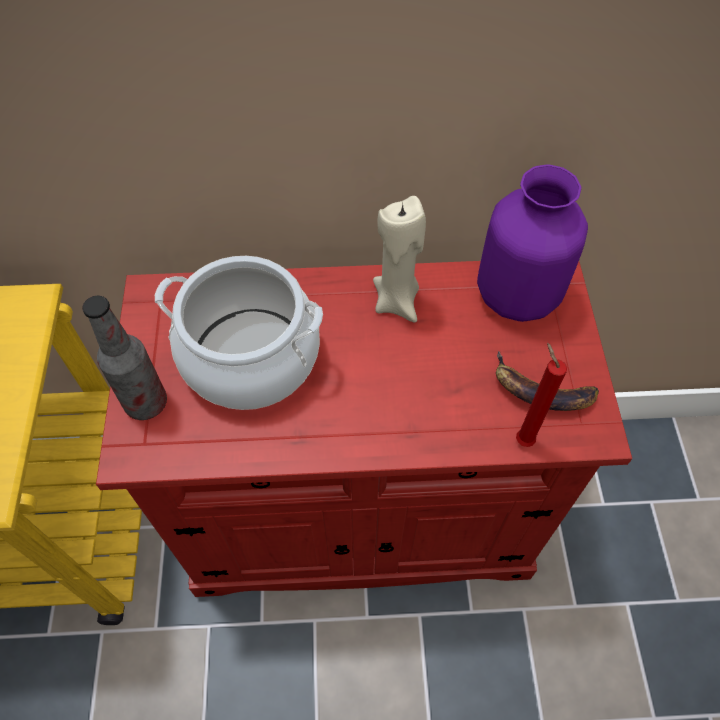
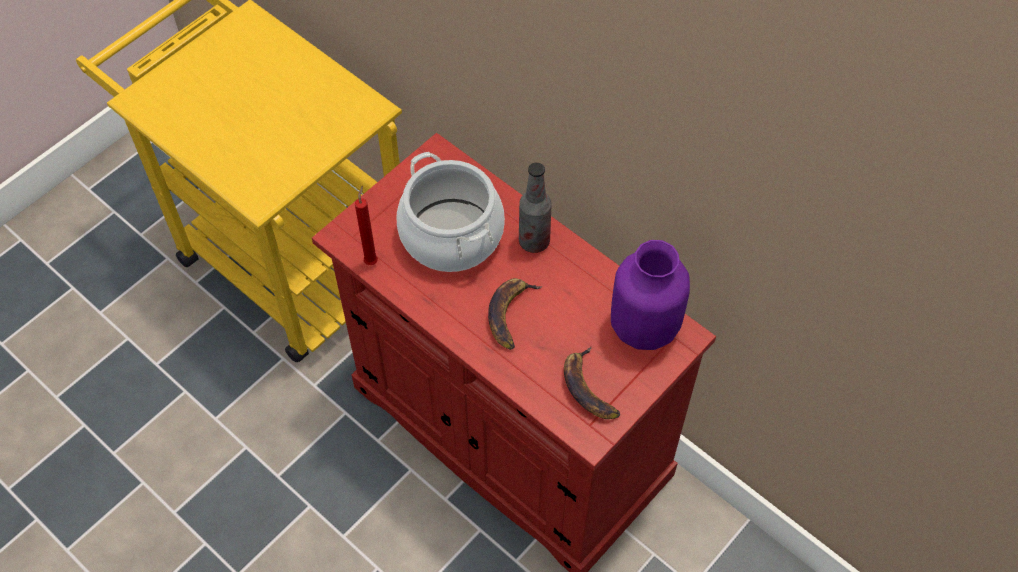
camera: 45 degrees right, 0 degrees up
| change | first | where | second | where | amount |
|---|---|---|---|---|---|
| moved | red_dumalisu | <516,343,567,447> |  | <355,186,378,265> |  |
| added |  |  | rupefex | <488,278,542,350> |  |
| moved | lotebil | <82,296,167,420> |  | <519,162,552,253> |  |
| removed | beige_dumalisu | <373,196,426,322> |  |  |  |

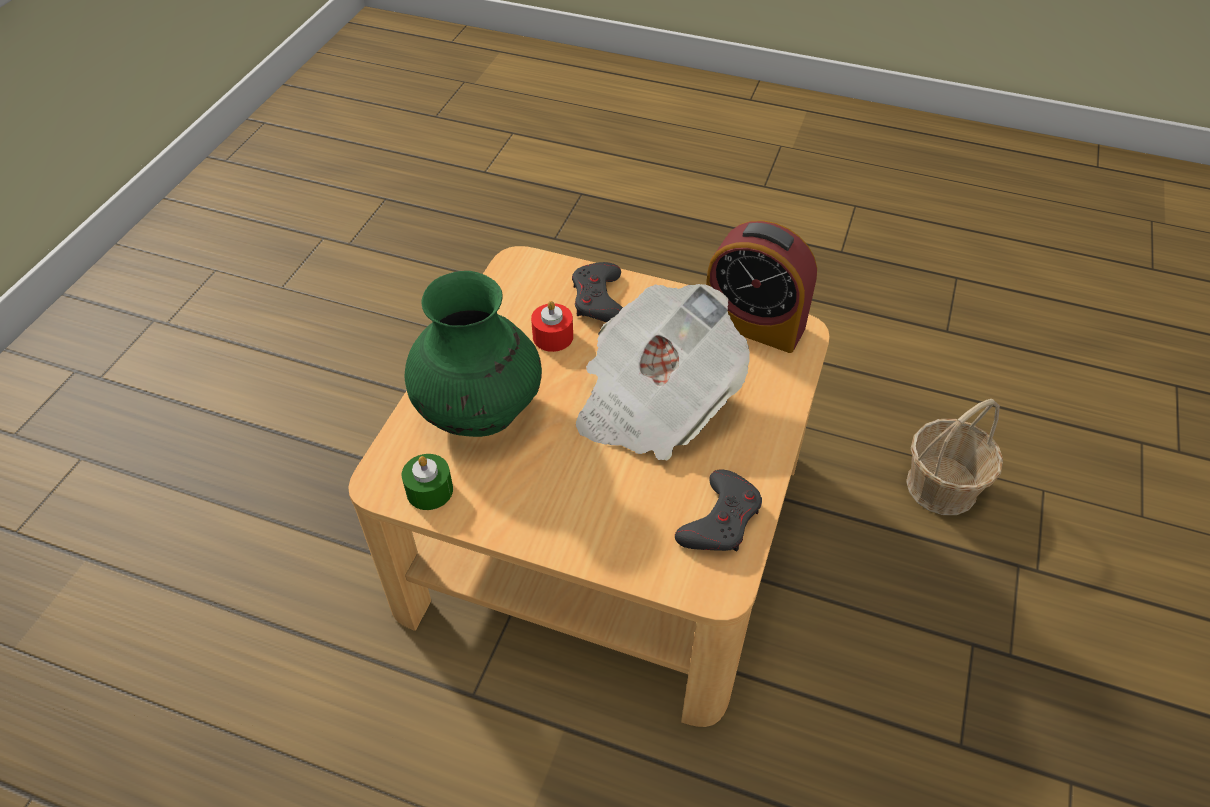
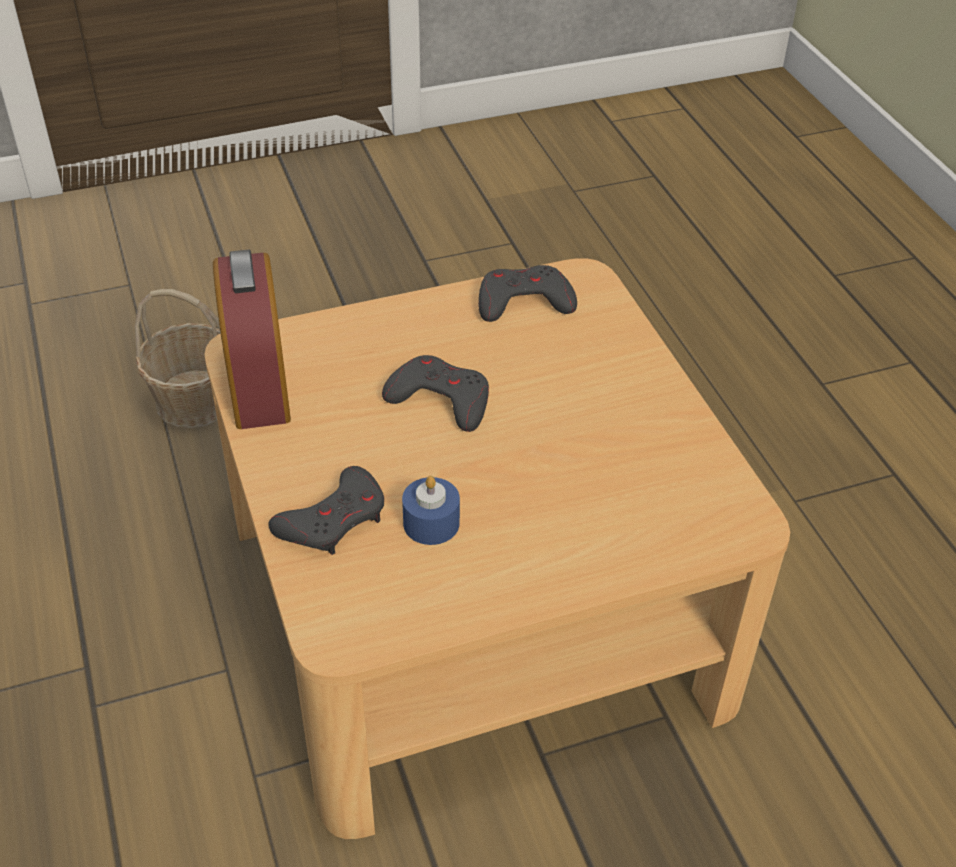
camera: 130 degrees left, 5 degrees down
| change | first | where | second | where | amount |
|---|---|---|---|---|---|
| replaced | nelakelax | <575,284,750,461> | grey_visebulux | <382,355,489,432> |  |
| recoloured | red_dumalisu | <531,301,573,352> | blue_dumalisu | <402,476,460,545> |  |
| removed | green_dumalisu | <402,454,453,510> |  |  |  |
| removed | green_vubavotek | <405,271,542,437> |  |  |  |

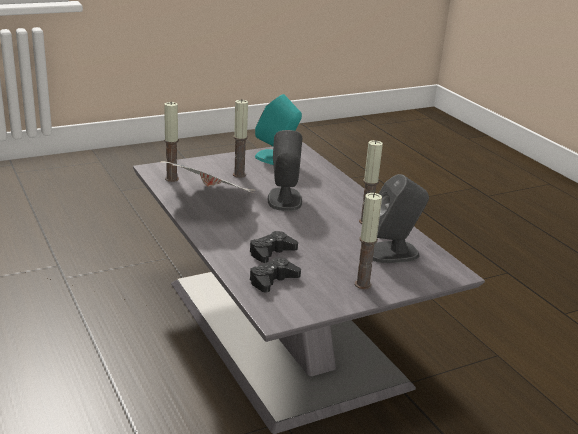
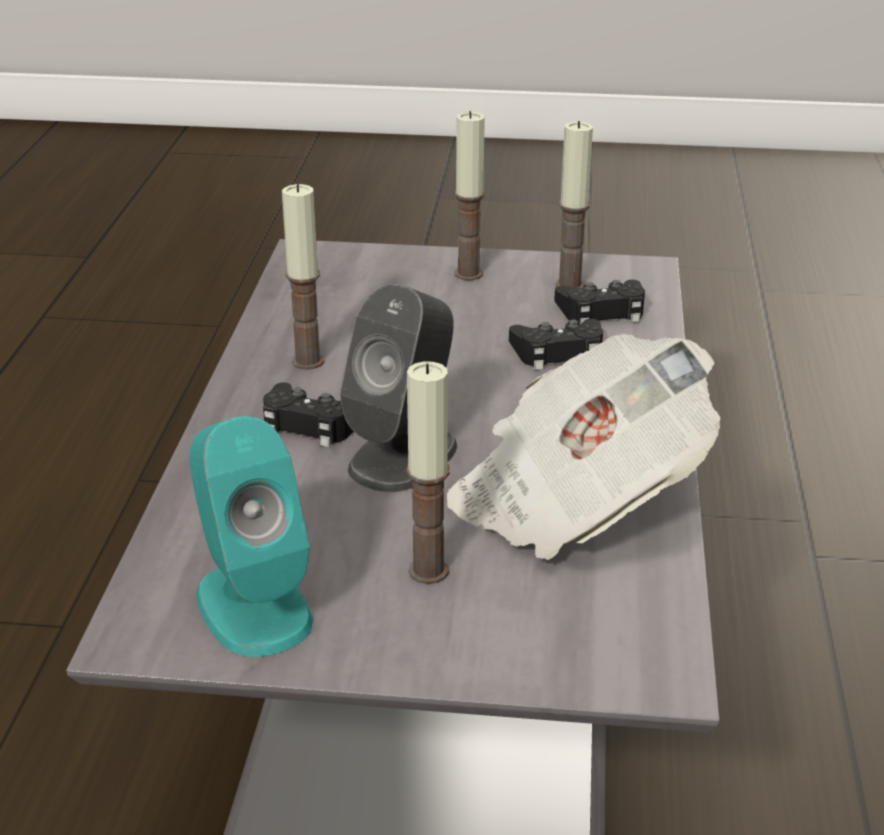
camera: 145 degrees left, 5 degrees up
| change | first | where | second | where | amount |
|---|---|---|---|---|---|
| added |  |  | black_visebulux | <263,382,353,448> |  |
| moved | dumalisu | <164,101,179,182> |  | <555,121,593,288> |  |
| removed | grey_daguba | <373,174,429,263> |  |  |  |

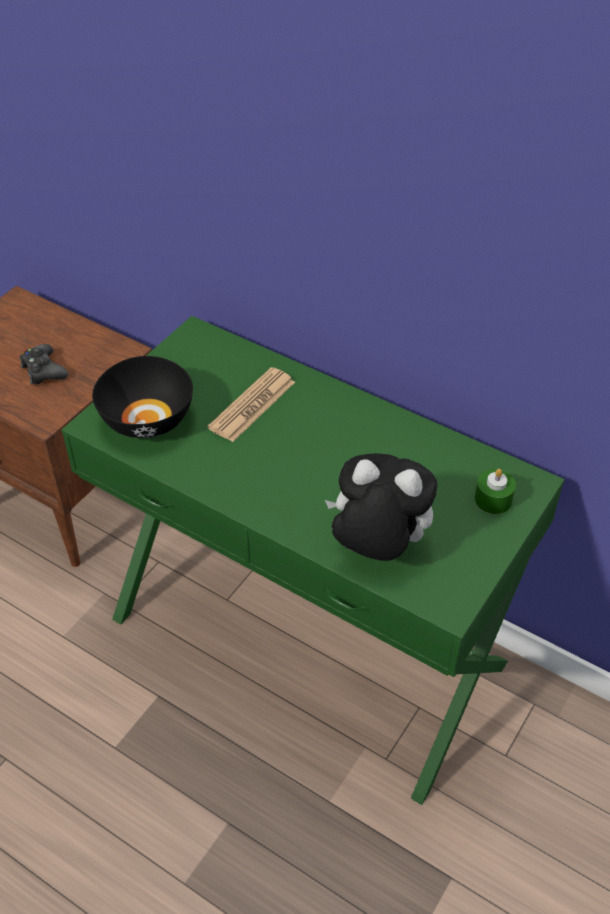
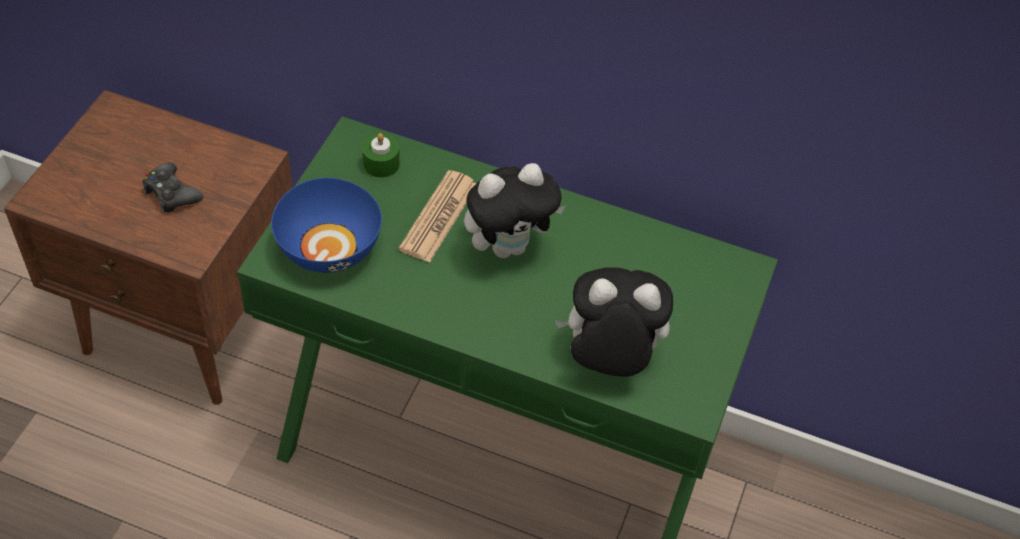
camera: 15 degrees left, 5 degrees up
| change | first | where | second | where | amount |
|---|---|---|---|---|---|
| recoloured | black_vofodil | <92,356,193,438> | blue_vofodil | <271,178,382,273> |  |
| moved | green_dumalisu | <474,469,516,514> |  | <362,133,400,178> |  |
| added |  |  | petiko | <464,163,566,258> |  |

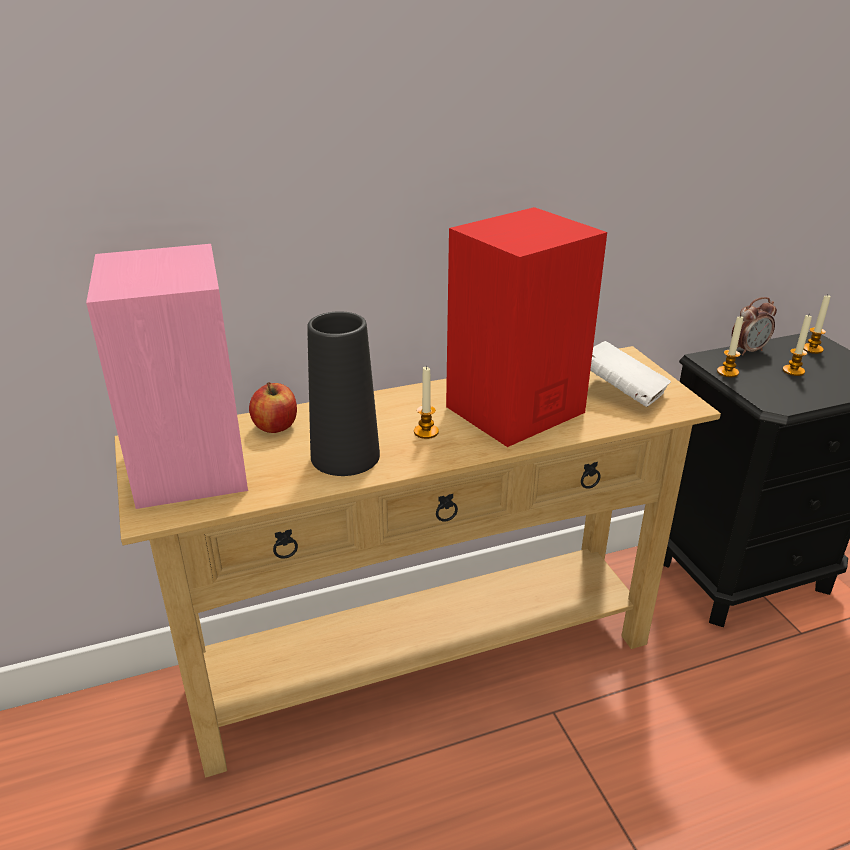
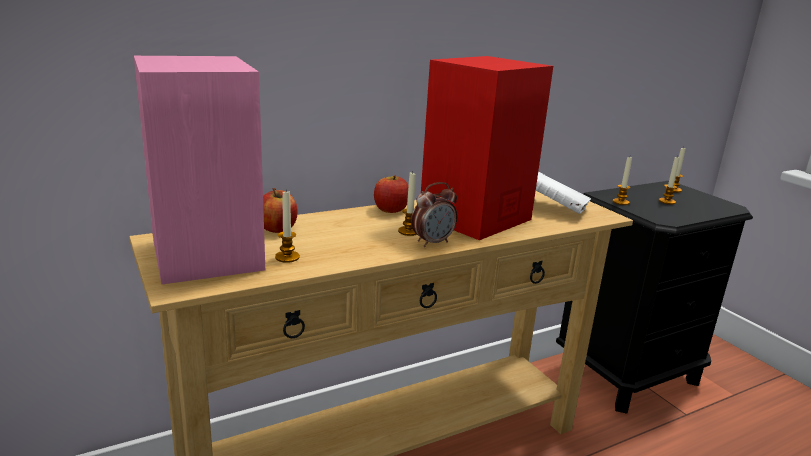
camera: 10 degrees left, 10 degrees down
| change | first | where | second | where | amount |
|---|---|---|---|---|---|
| added |  |  | dumalisu | <275,191,300,263> |  |
| added |  |  | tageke | <374,175,409,213> |  |
| moved | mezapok | <732,297,777,355> |  | <411,182,457,247> |  |
| removed | black_vubavotek | <307,311,380,476> |  |  |  |

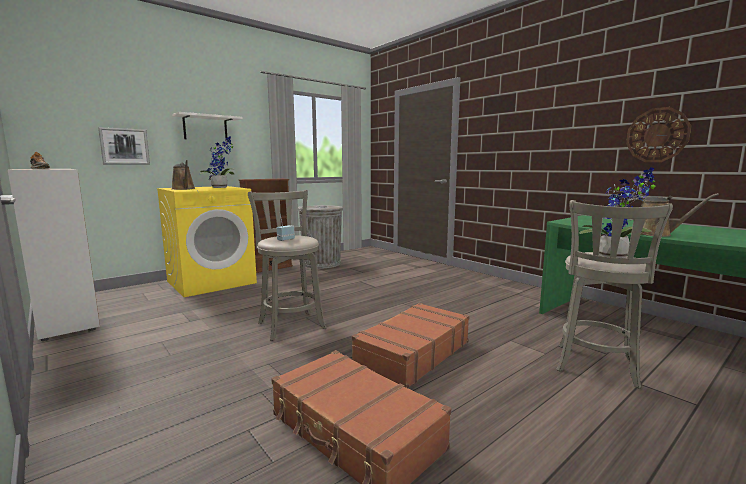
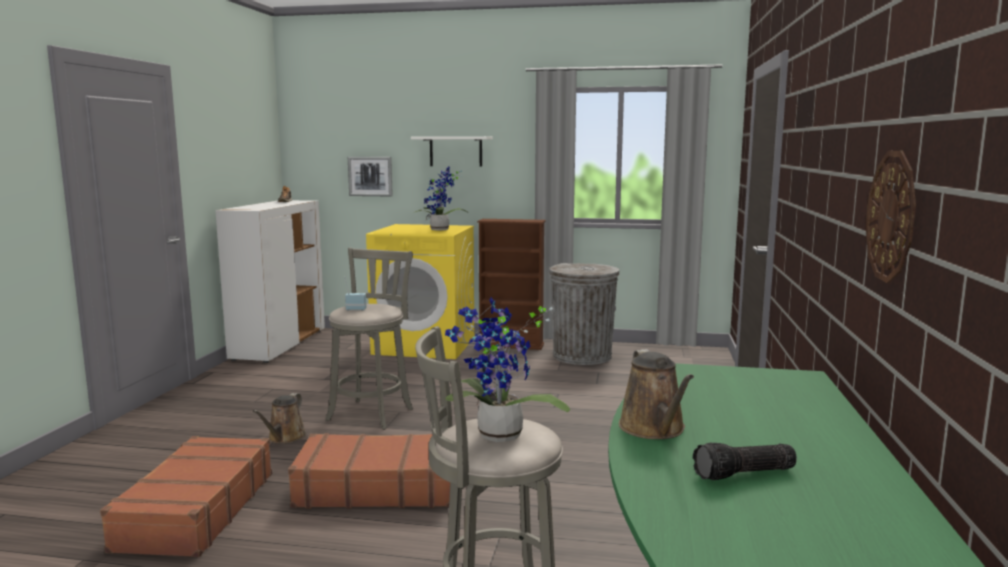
camera: 50 degrees right, 0 degrees up
| change | first | where | second | where | amount |
|---|---|---|---|---|---|
| moved | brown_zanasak | <172,160,195,190> |  | <253,393,306,444> |  |
| added |  |  | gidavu | <693,443,797,480> |  |

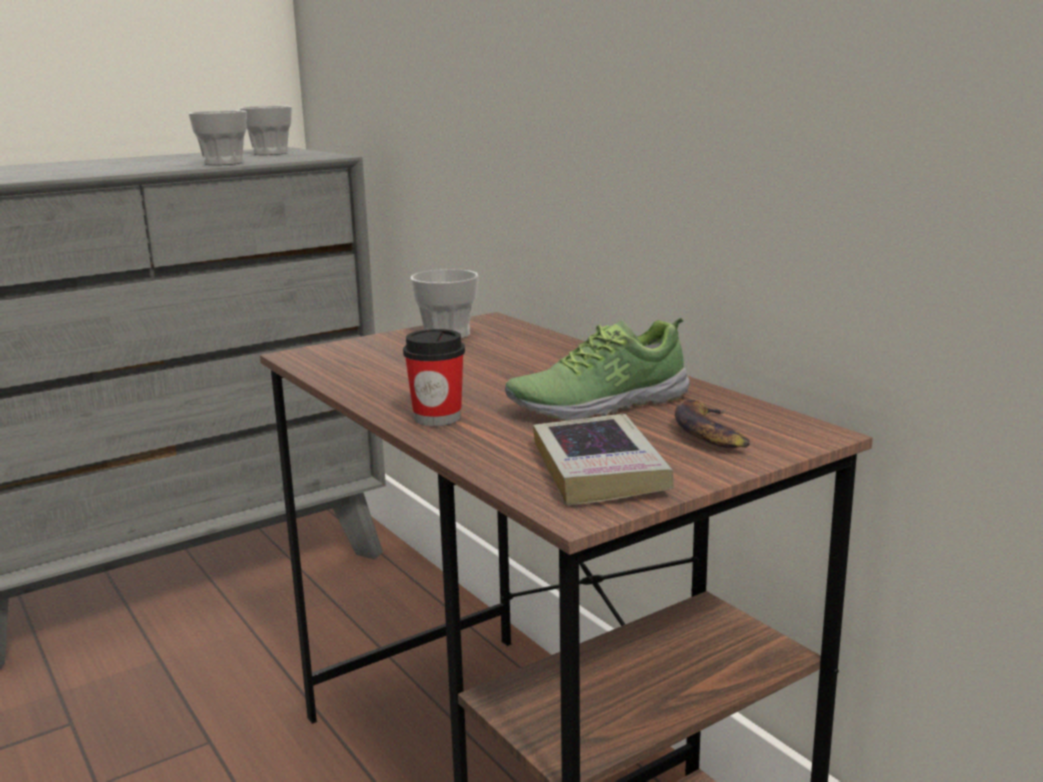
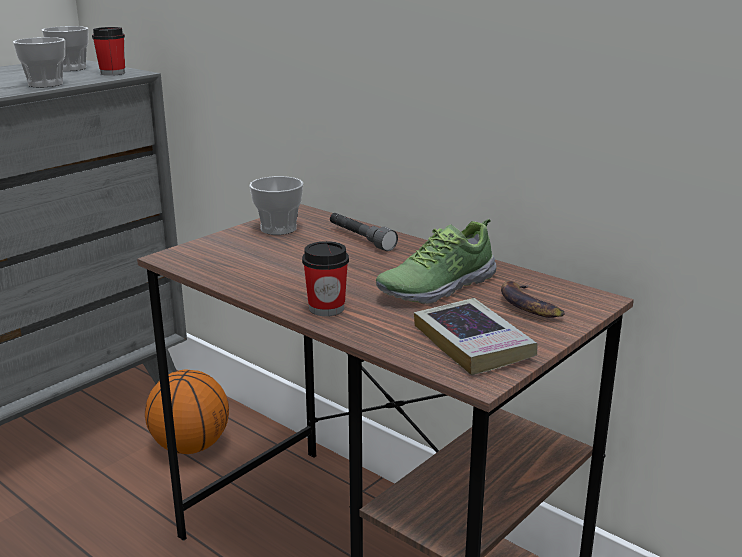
camera: 15 degrees left, 5 degrees up
| change | first | where | second | where | amount |
|---|---|---|---|---|---|
| added |  |  | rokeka | <92,27,125,76> |  |
| added |  |  | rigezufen | <145,369,229,454> |  |
| added |  |  | grey_gidavu | <330,213,398,251> |  |

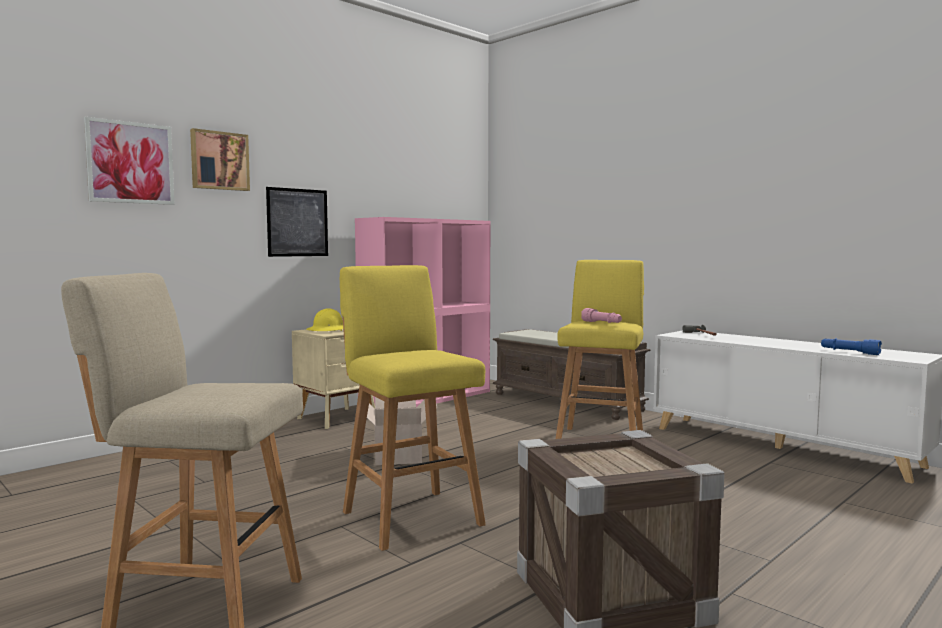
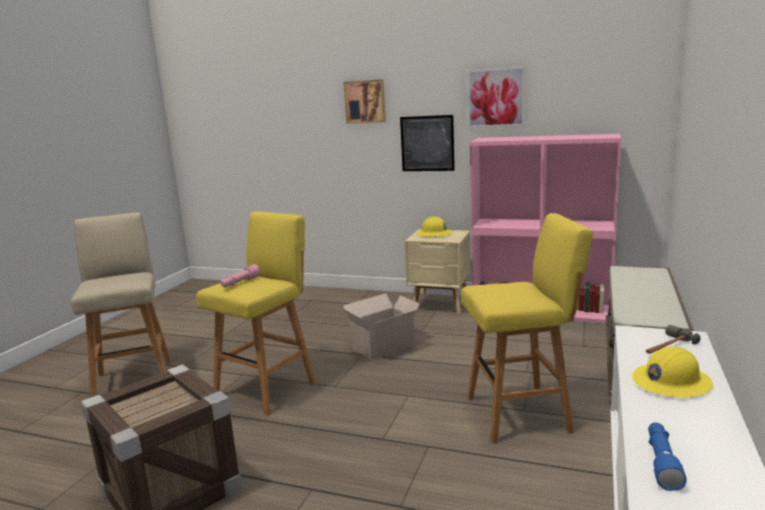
camera: 65 degrees right, 10 degrees up
| change | first | where | second | where | amount |
|---|---|---|---|---|---|
| moved | pink_gidavu | <581,308,622,323> |  | <220,264,261,287> |  |
| moved | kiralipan | <84,117,175,205> |  | <467,66,526,128> |  |
| added |  |  | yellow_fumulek | <632,346,713,398> |  |

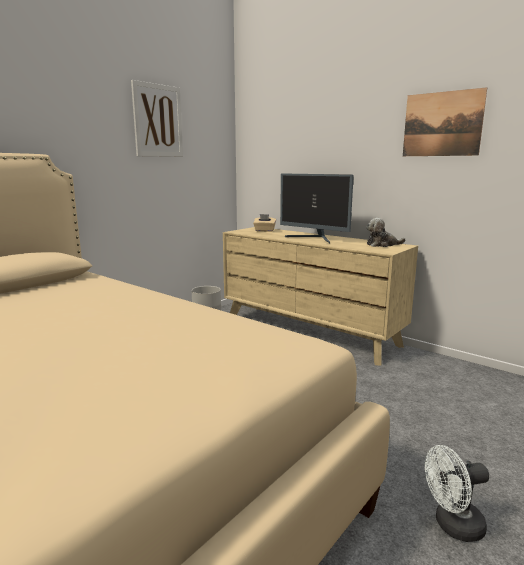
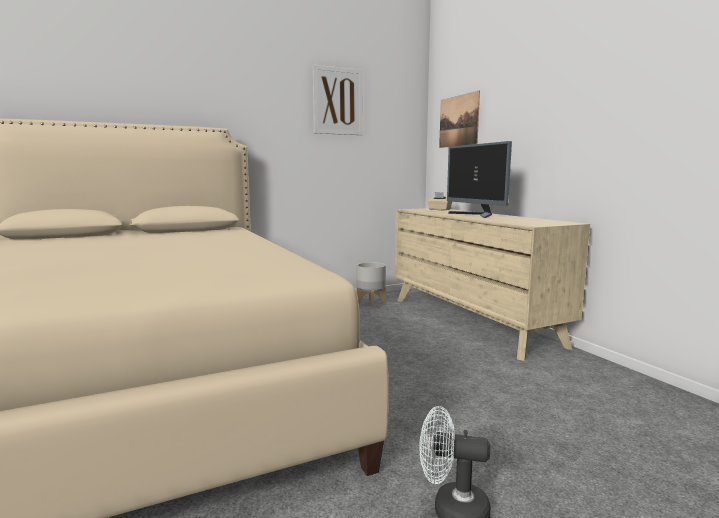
camera: 25 degrees right, 5 degrees down
| change | first | where | second | where | amount |
|---|---|---|---|---|---|
| moved | kiralipan | <403,87,487,156> |  | <439,91,480,148> |  |
| removed | petiko | <366,218,405,247> |  |  |  |

